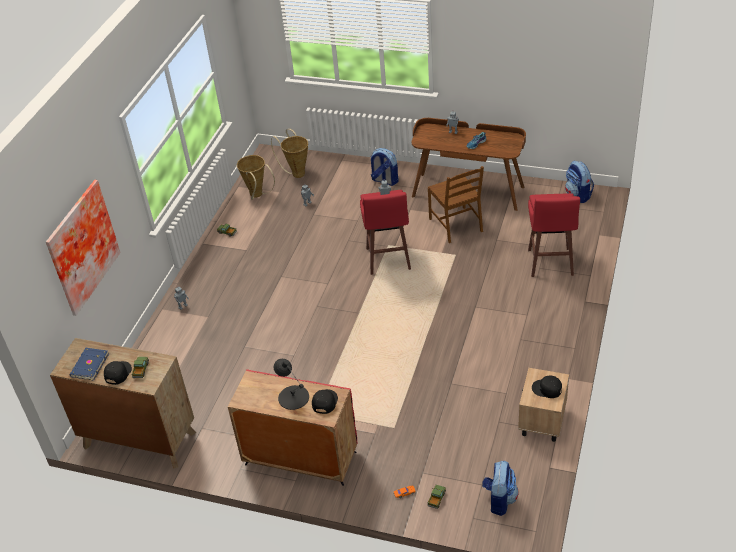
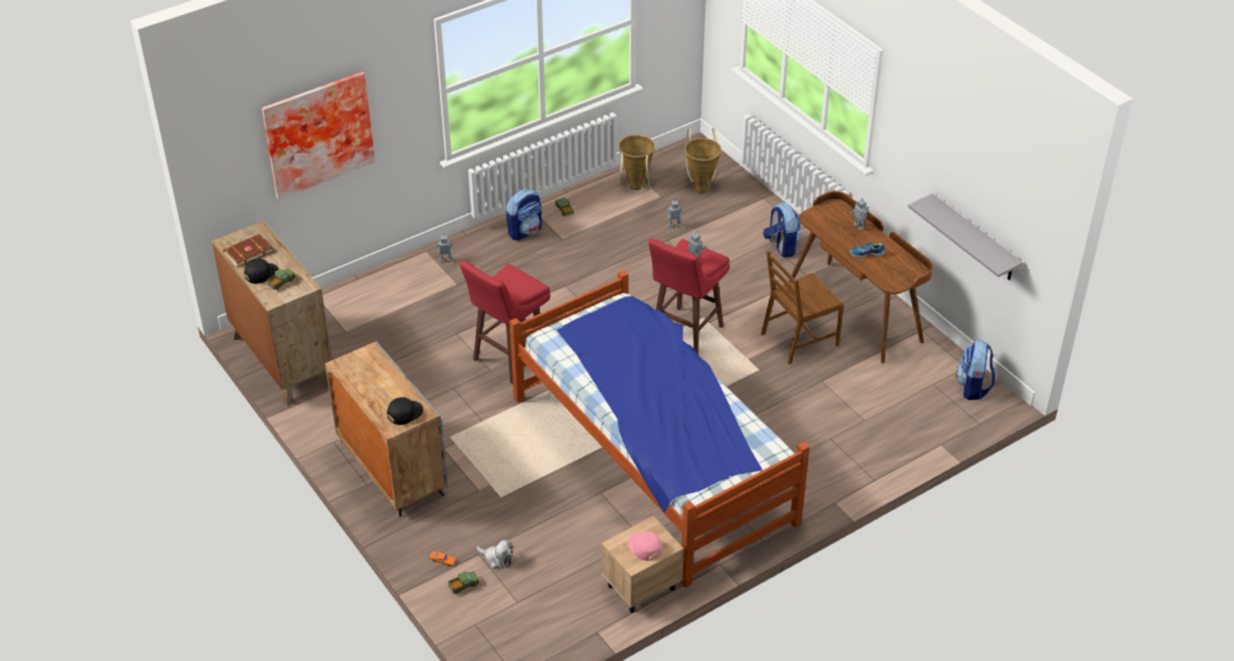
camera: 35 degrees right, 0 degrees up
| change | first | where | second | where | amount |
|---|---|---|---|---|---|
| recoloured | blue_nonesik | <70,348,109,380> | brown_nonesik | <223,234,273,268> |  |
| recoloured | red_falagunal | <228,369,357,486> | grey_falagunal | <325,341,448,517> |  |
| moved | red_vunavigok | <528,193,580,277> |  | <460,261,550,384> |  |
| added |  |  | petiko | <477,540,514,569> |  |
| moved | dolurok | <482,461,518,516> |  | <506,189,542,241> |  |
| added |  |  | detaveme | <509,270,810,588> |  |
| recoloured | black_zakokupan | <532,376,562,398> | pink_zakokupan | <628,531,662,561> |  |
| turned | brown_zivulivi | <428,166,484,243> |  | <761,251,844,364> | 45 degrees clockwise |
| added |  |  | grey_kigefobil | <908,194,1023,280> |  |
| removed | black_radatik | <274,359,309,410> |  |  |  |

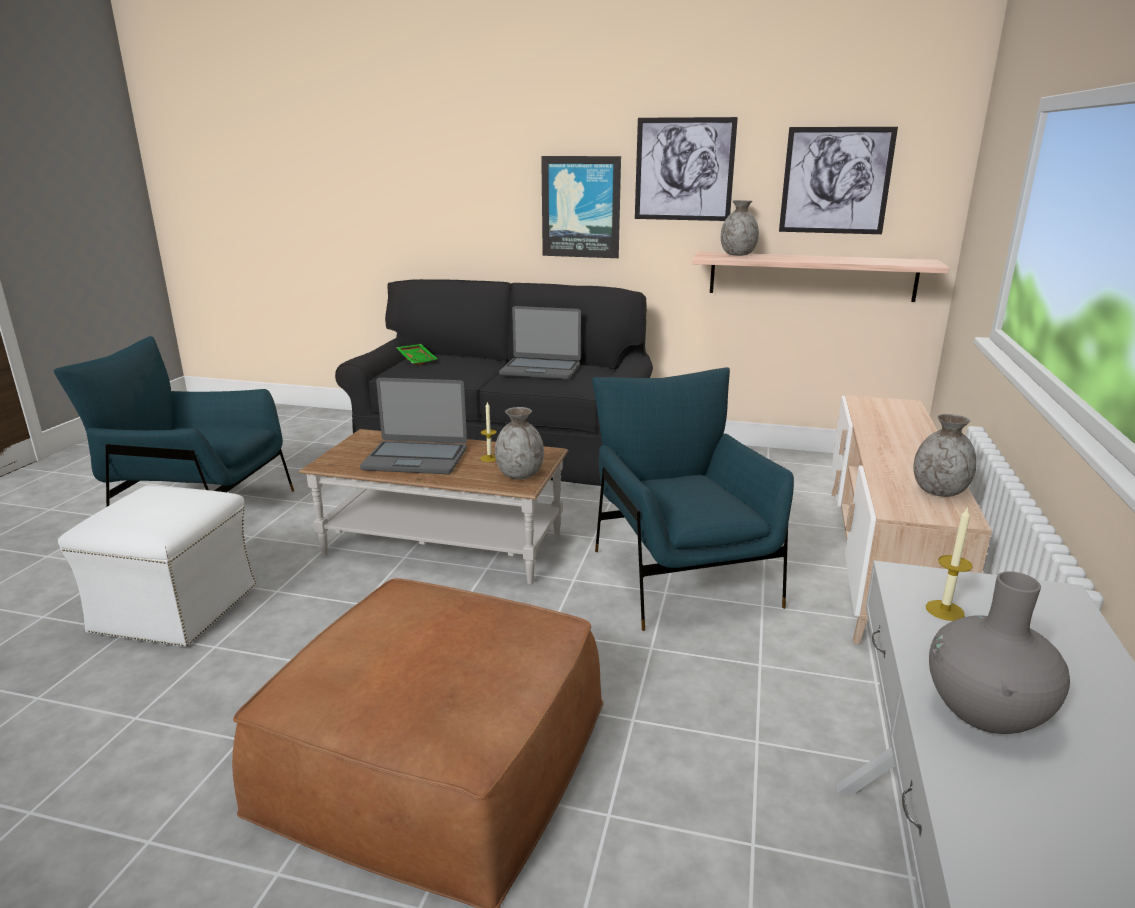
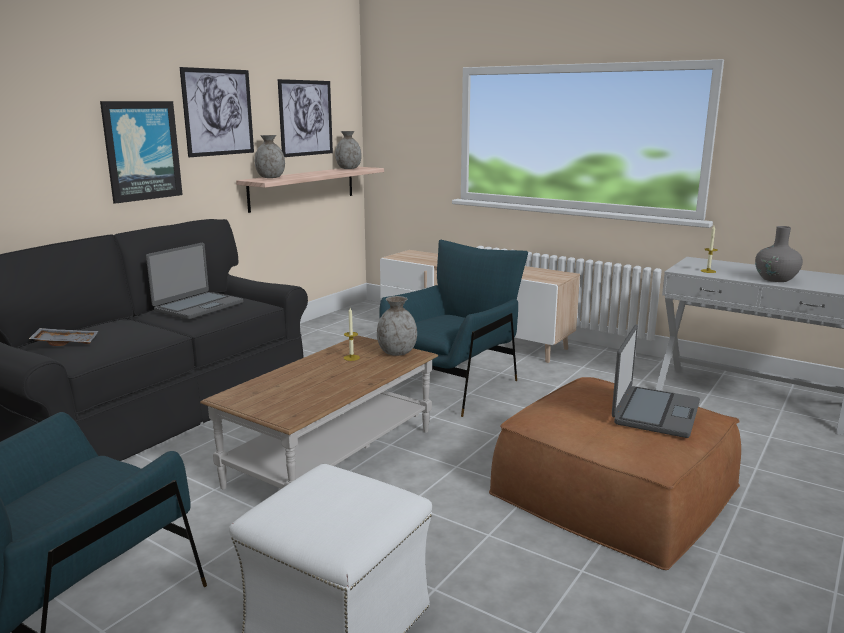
camera: 70 degrees left, 5 degrees down
| change | first | where | second | where | amount |
|---|---|---|---|---|---|
| recoloured | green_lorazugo | <396,344,438,366> | grey_lorazugo | <29,328,98,346> |  |
| moved | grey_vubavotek | <914,414,977,497> |  | <335,131,362,169> |  |
| turned | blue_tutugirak | <592,367,794,631> |  | <379,240,528,417> | 120 degrees clockwise |
| moved | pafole | <360,378,467,474> |  | <612,325,700,438> |  |

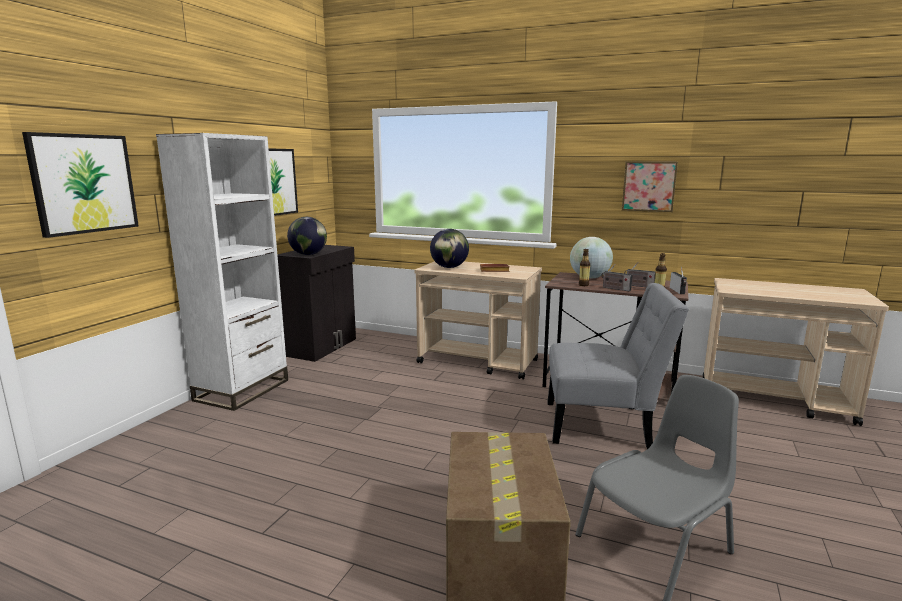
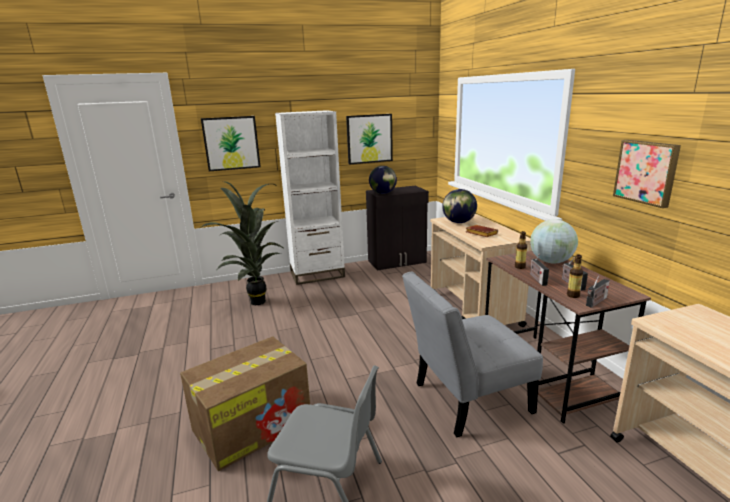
camera: 50 degrees right, 5 degrees up
| change | first | where | second | where | amount |
|---|---|---|---|---|---|
| added |  |  | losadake | <201,182,285,305> |  |
| turned | grey_zivulivi | <547,283,689,449> |  | <402,271,543,437> | 105 degrees clockwise |

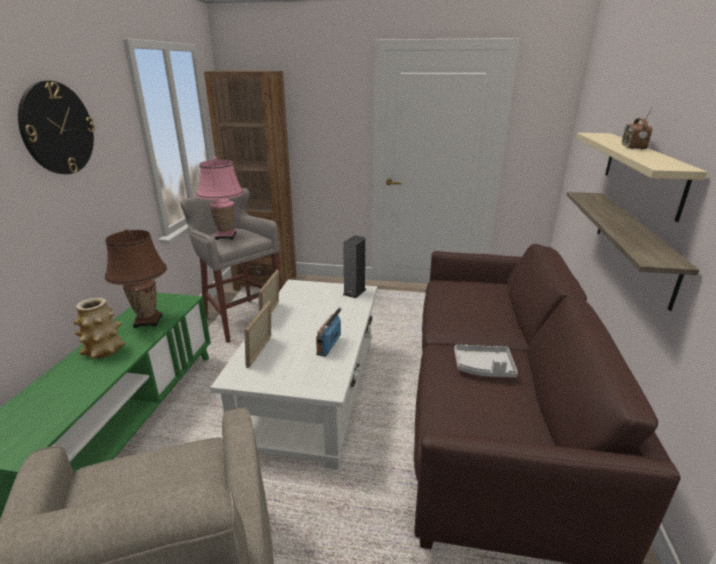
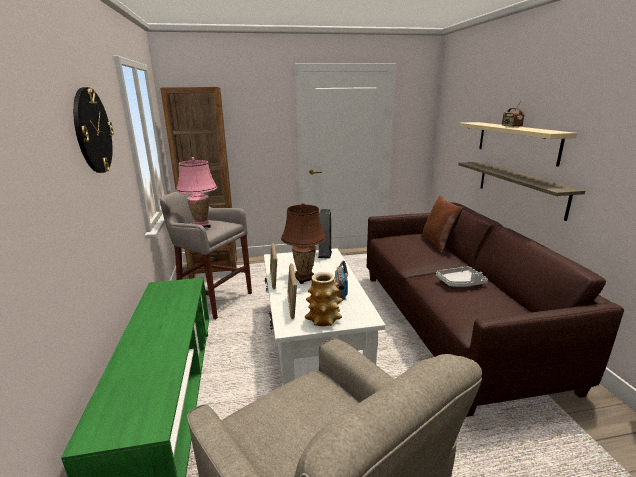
camera: 20 degrees left, 5 degrees down
| change | first | where | second | where | amount |
|---|---|---|---|---|---|
| moved | brown_radatik | <105,229,167,328> |  | <281,203,326,284> |  |
| moved | vubavotek | <74,297,126,359> |  | <305,272,343,326> |  |
| added |  |  | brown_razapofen | <421,196,463,254> |  |

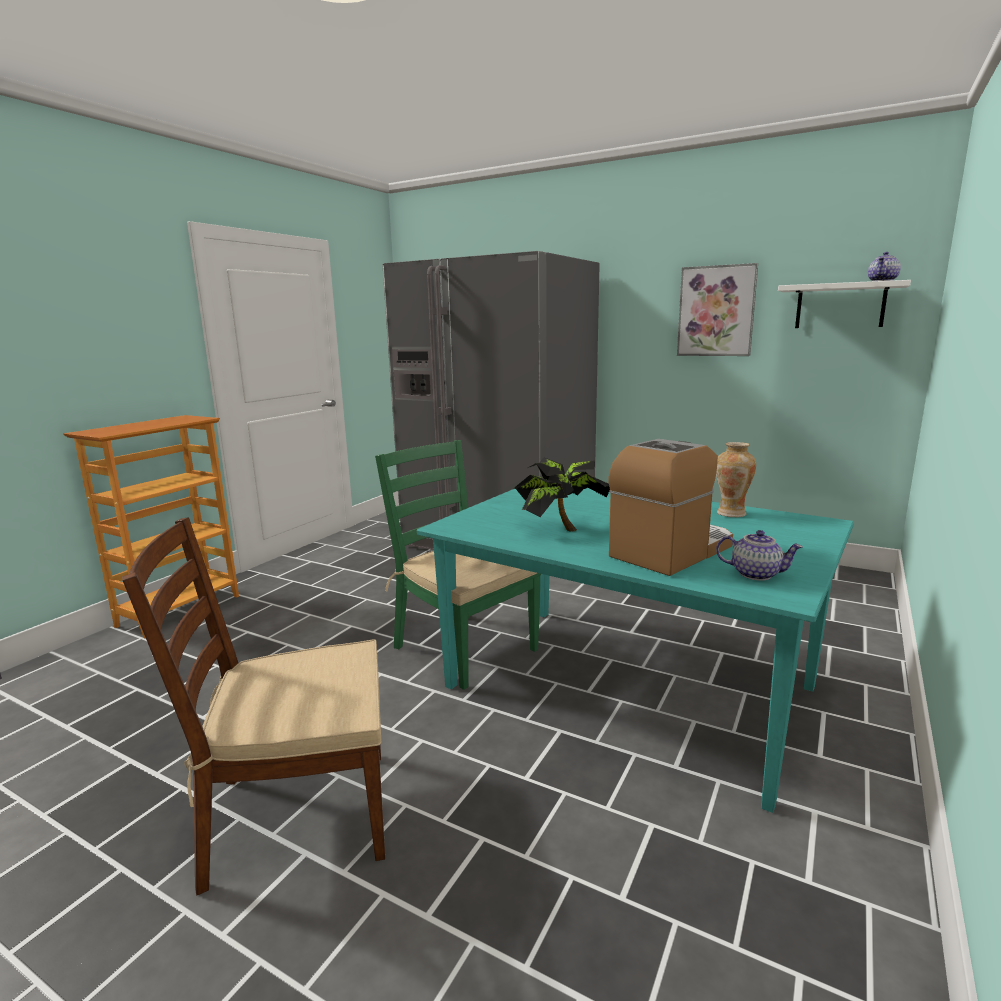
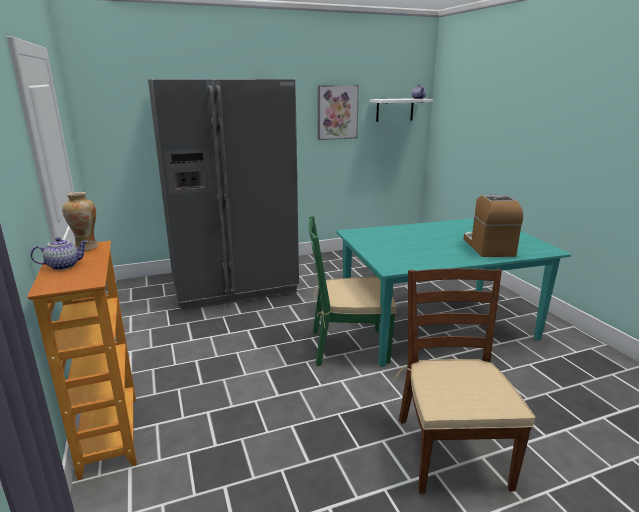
camera: 50 degrees left, 5 degrees up
| change | first | where | second | where | amount |
|---|---|---|---|---|---|
| moved | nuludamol | <716,530,803,581> |  | <30,237,88,270> |  |
| moved | vubavotek | <716,442,756,517> |  | <62,192,98,251> |  |
| turned | brown_zivulivi | <122,517,385,895> |  | <395,268,535,494> | 150 degrees clockwise |
| removed | losadake | <514,458,610,532> |  |  |  |

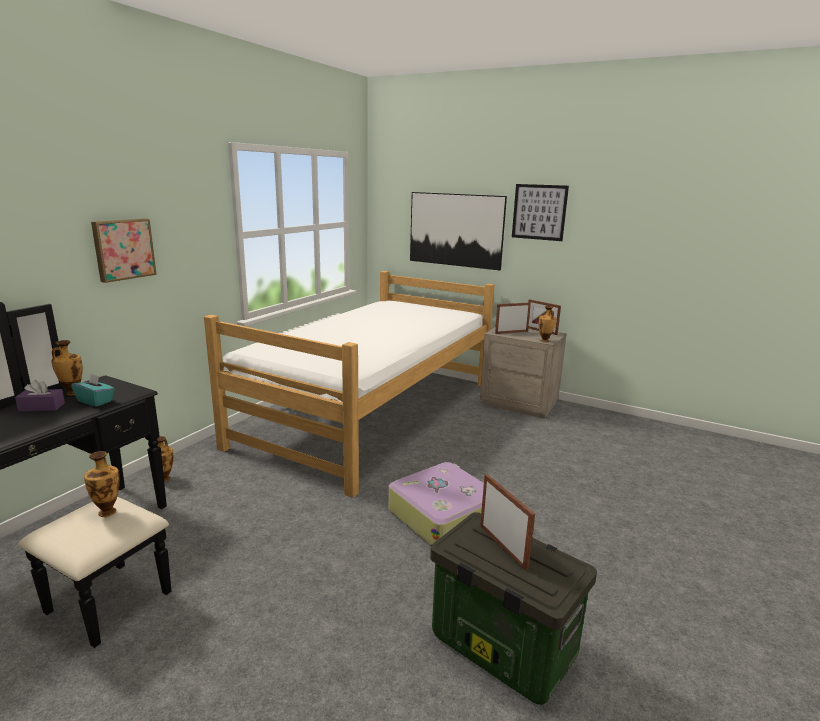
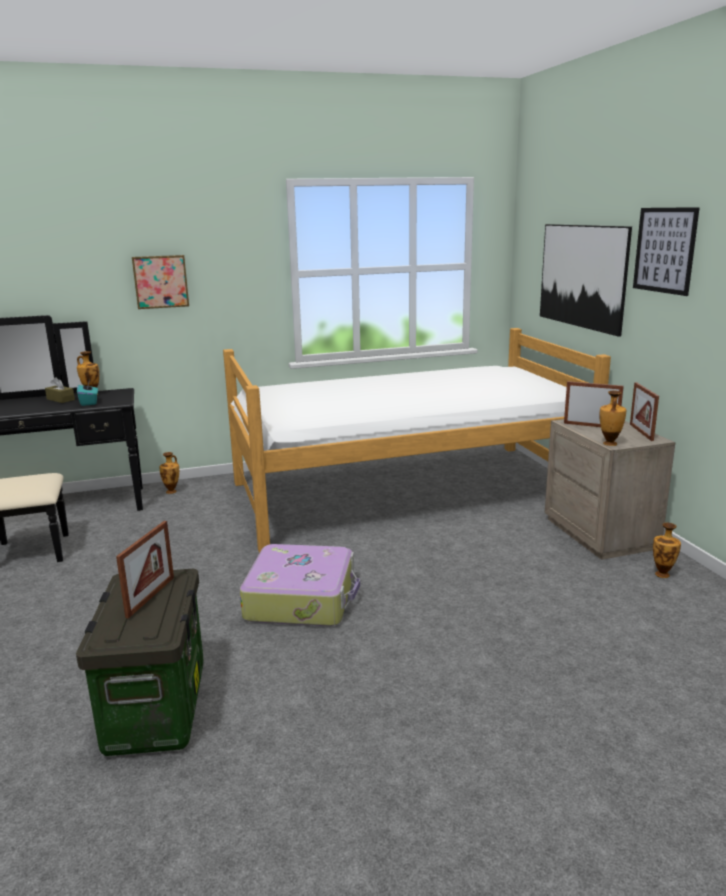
camera: 45 degrees right, 0 degrees up
| change | first | where | second | where | amount |
|---|---|---|---|---|---|
| recoloured | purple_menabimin | <15,380,65,412> | brown_menabimin | <45,377,75,403> |  |
| moved | vubavotek | <84,451,120,517> |  | <653,523,681,578> |  |

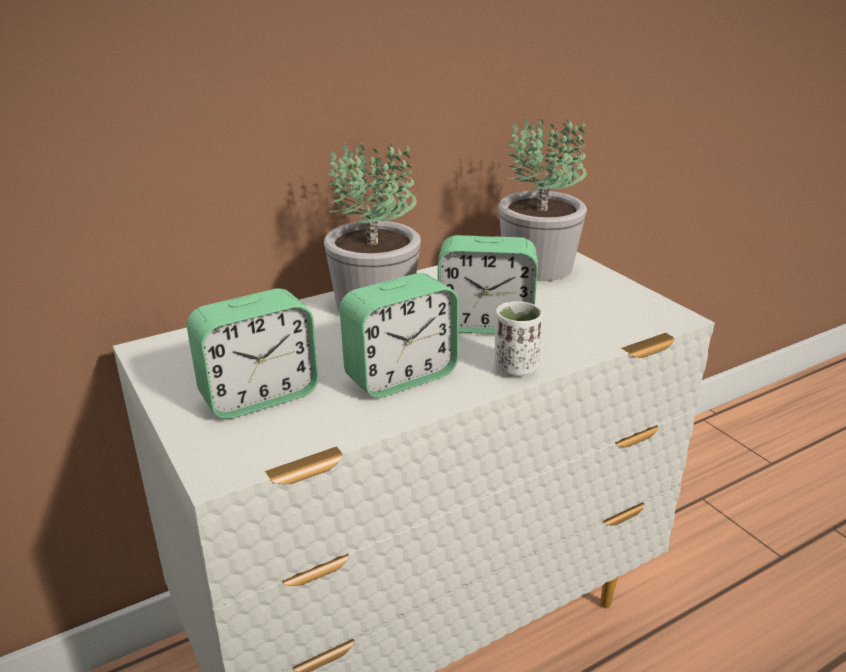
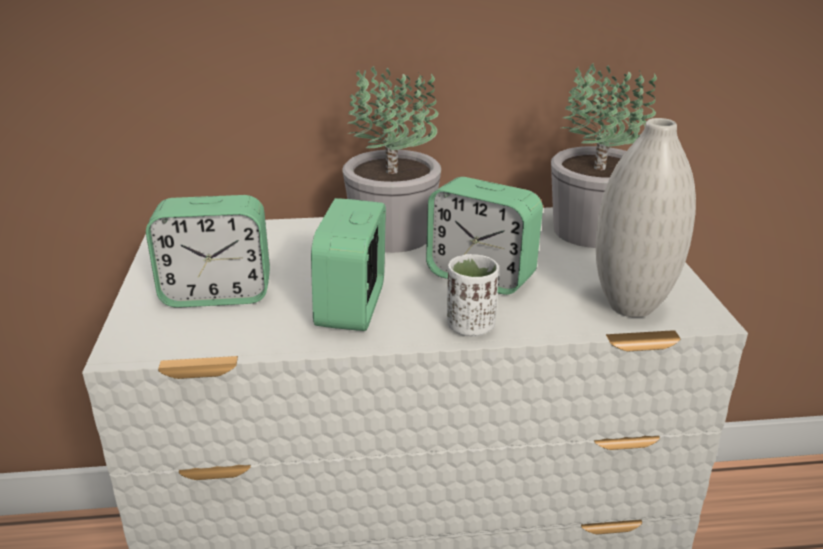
camera: 25 degrees right, 0 degrees up
| change | first | where | second | where | amount |
|---|---|---|---|---|---|
| turned | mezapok | <340,273,458,398> |  | <311,198,386,331> | 105 degrees clockwise |
| added |  |  | white_vubavotek | <596,118,696,318> |  |

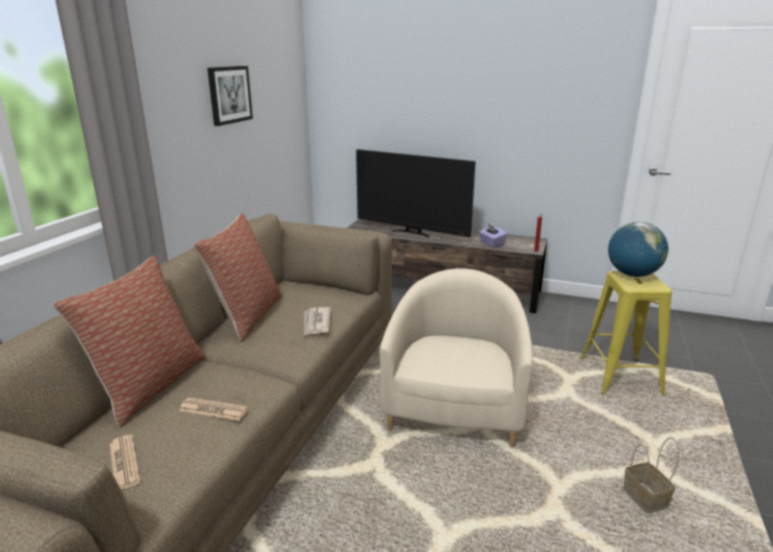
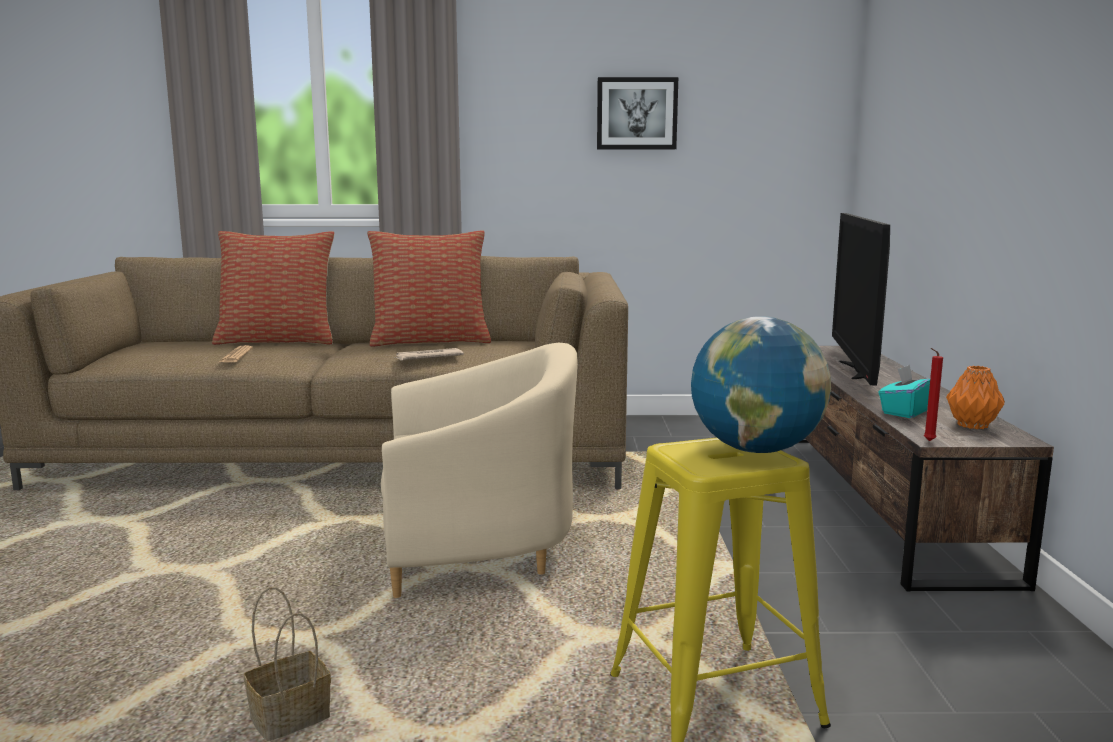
camera: 70 degrees right, 10 degrees down
| change | first | where | second | where | amount |
|---|---|---|---|---|---|
| recoloured | purple_menabimin | <479,224,507,248> | turquoise_menabimin | <878,365,930,418> |  |
| added |  |  | orange_vubavotek | <946,366,1005,429> |  |
| removed | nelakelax | <109,435,140,489> |  |  |  |

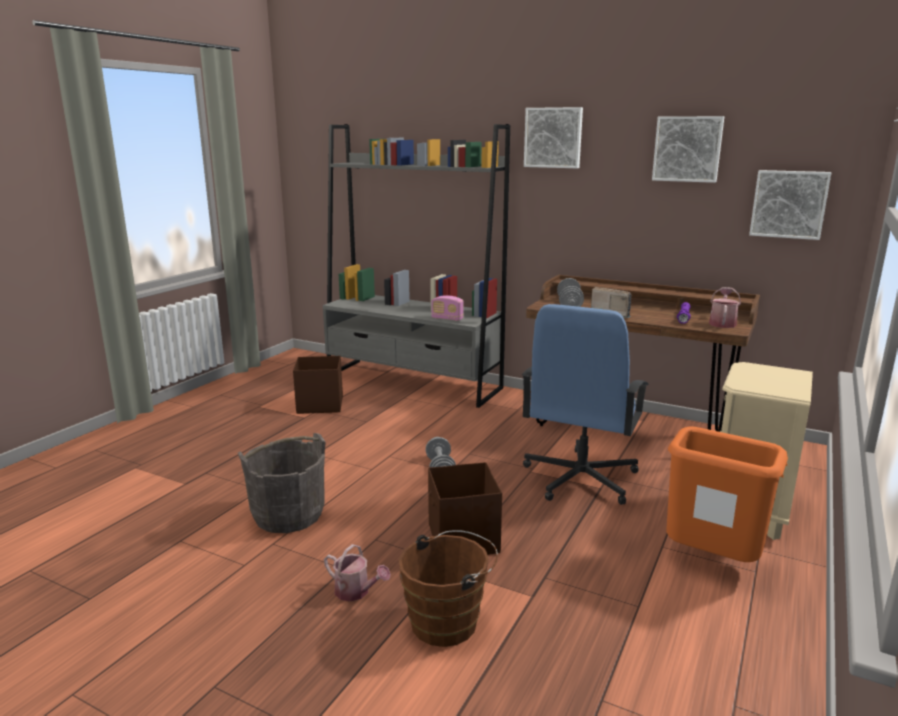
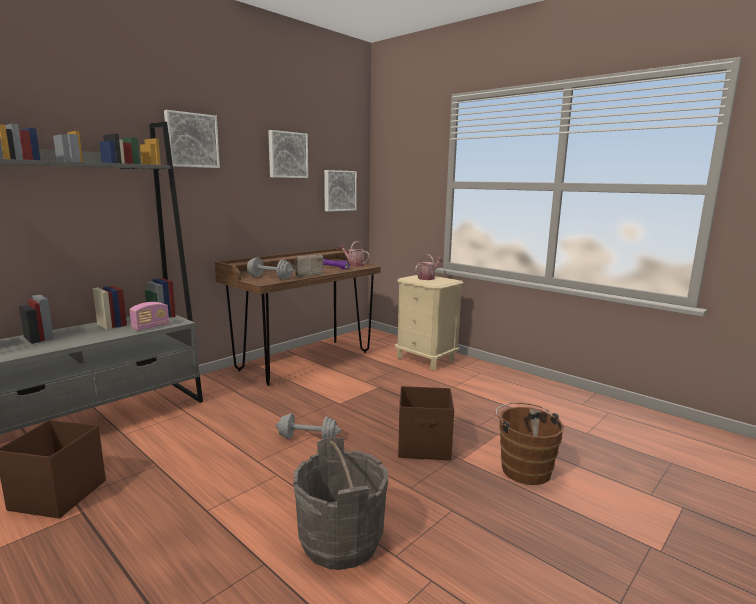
camera: 75 degrees left, 5 degrees down
| change | first | where | second | where | amount |
|---|---|---|---|---|---|
| moved | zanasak | <324,544,391,602> |  | <415,254,443,280> |  |
| removed | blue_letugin | <522,304,649,505> |  |  |  |
| removed | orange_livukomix | <666,427,788,562> |  |  |  |

